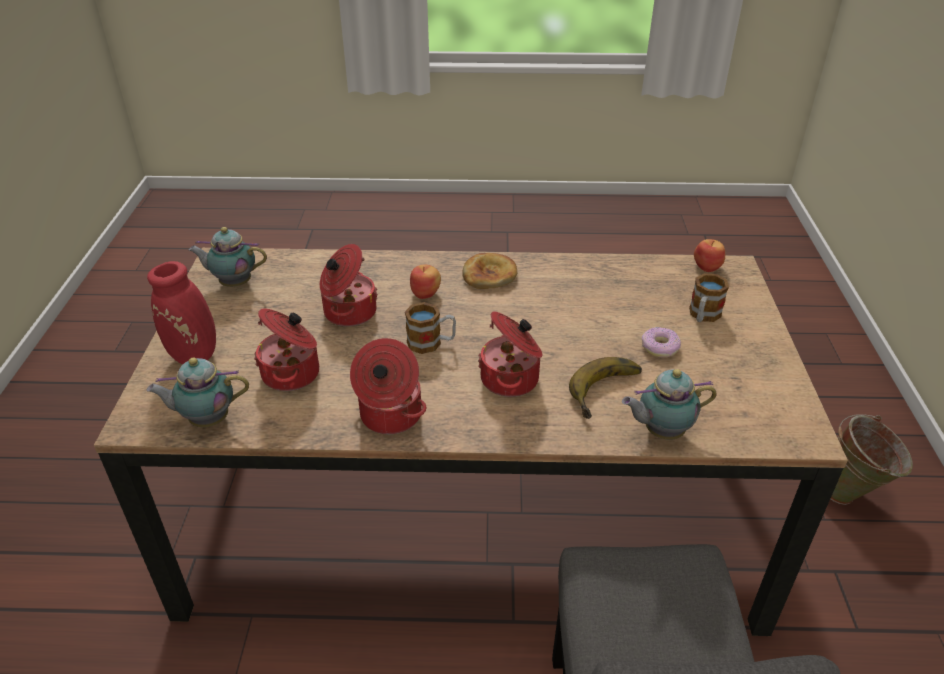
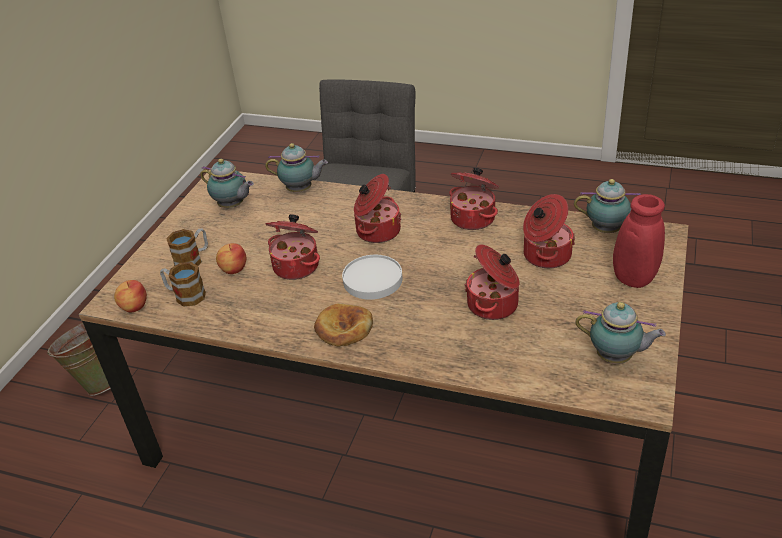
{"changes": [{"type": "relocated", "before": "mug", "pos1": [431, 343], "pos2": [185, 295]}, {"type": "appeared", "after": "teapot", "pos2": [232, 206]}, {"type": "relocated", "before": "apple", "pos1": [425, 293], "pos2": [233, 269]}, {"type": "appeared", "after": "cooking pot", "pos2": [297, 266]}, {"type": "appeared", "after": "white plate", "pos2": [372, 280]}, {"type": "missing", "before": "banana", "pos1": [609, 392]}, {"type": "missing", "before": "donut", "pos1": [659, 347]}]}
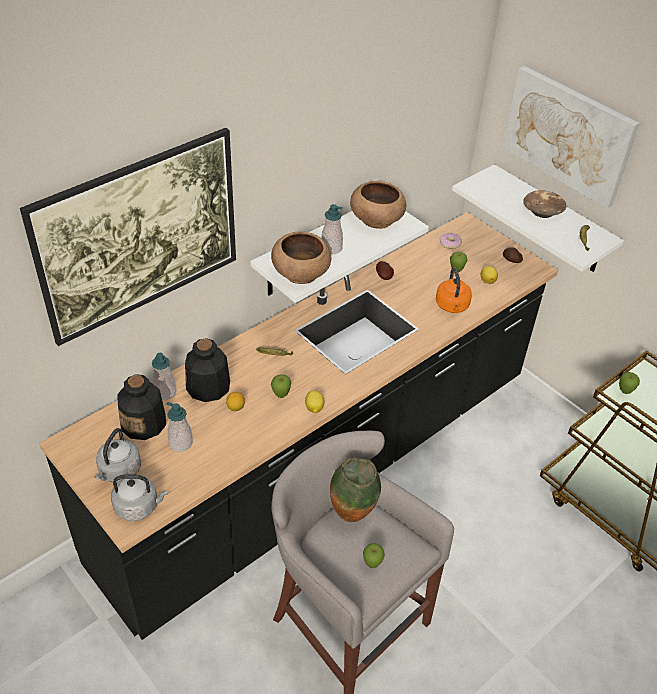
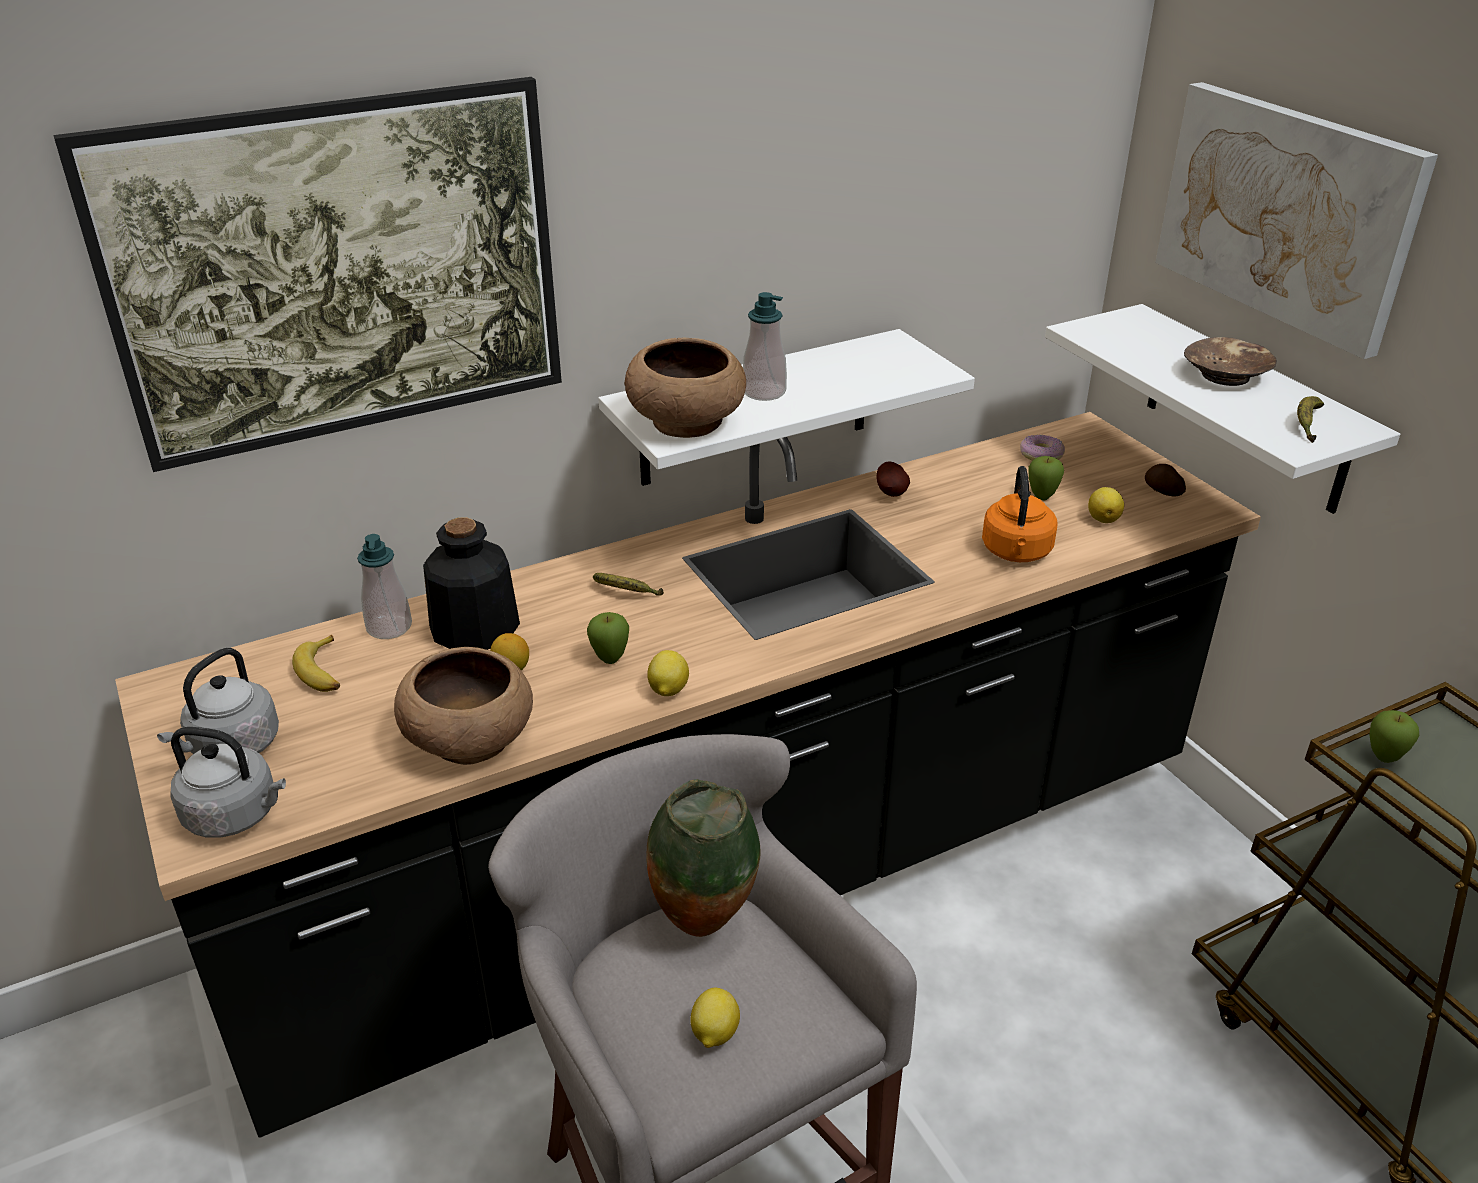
{"changes": [{"type": "exchanged", "before": "bottle", "after": "banana", "pos1": [144, 423], "pos2": [324, 672]}, {"type": "relocated", "before": "brown bowl", "pos1": [377, 219], "pos2": [470, 738]}, {"type": "exchanged", "before": "apple", "after": "lemon", "pos1": [372, 564], "pos2": [714, 1033]}, {"type": "missing", "before": "soap dispenser", "pos1": [180, 443]}]}
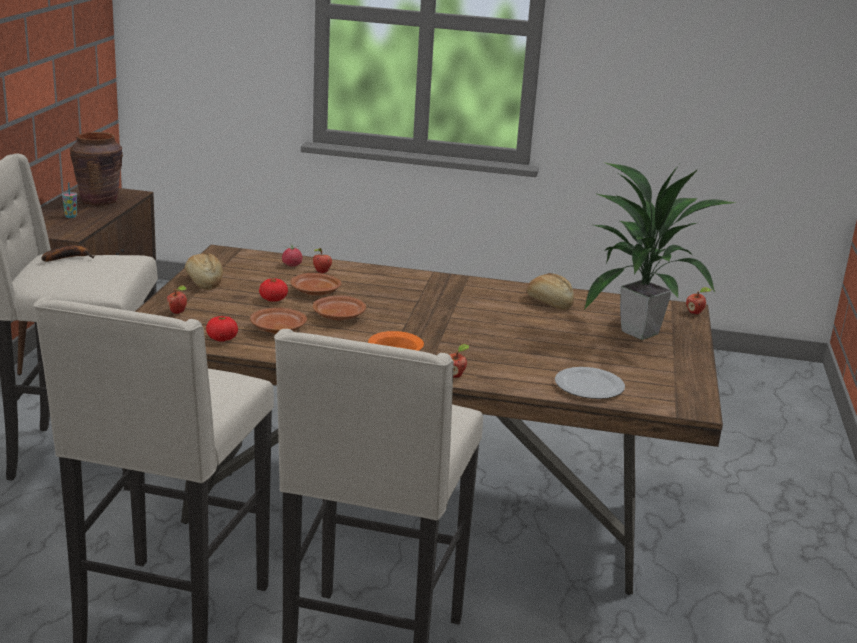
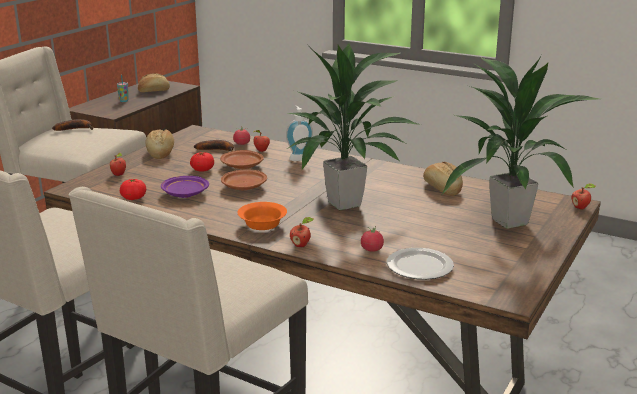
{"changes": [{"type": "exchanged", "before": "brown vase", "after": "bread", "pos1": [99, 201], "pos2": [153, 91]}, {"type": "colour", "before": "brown plate", "after": "purple plate", "pos1": [277, 329], "pos2": [184, 194]}, {"type": "appeared", "after": "banana", "pos2": [218, 150]}, {"type": "appeared", "after": "soap dispenser", "pos2": [299, 158]}, {"type": "appeared", "after": "potted plant", "pos2": [346, 203]}, {"type": "appeared", "after": "tomato", "pos2": [371, 249]}]}
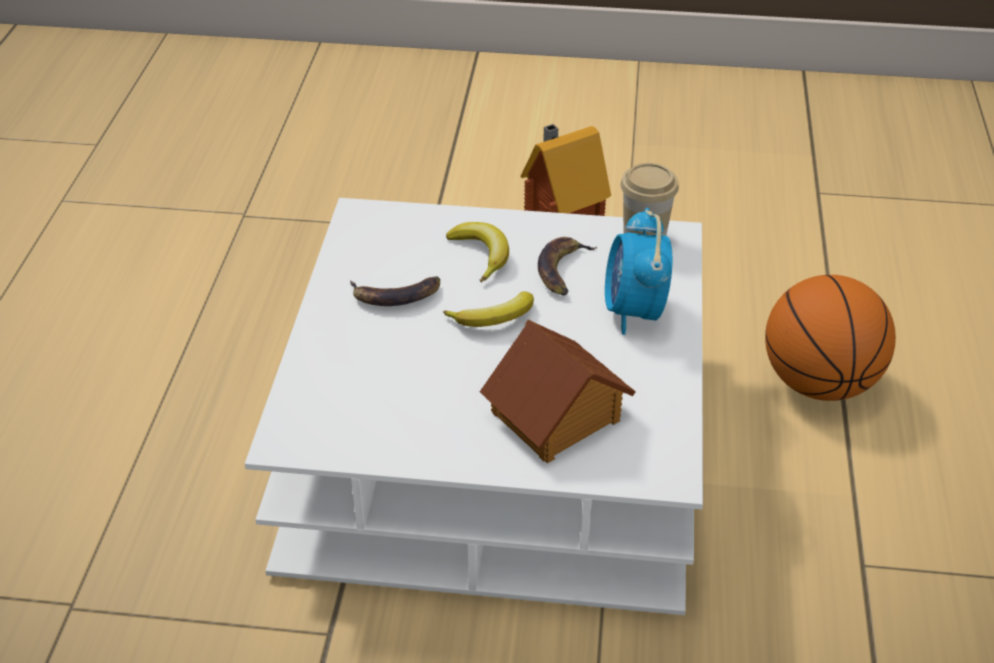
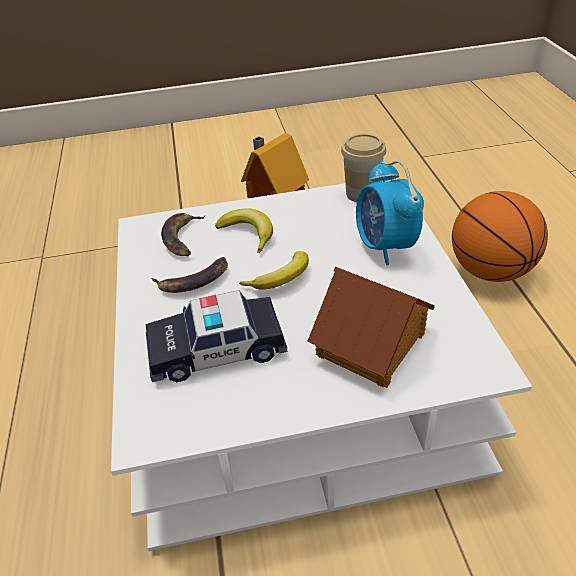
{"changes": [{"type": "appeared", "after": "toy car", "pos2": [216, 349]}, {"type": "relocated", "before": "banana", "pos1": [563, 270], "pos2": [183, 238]}]}
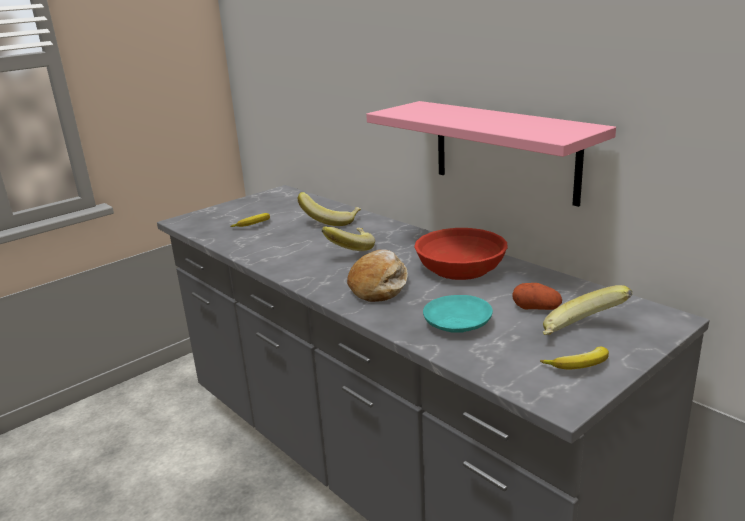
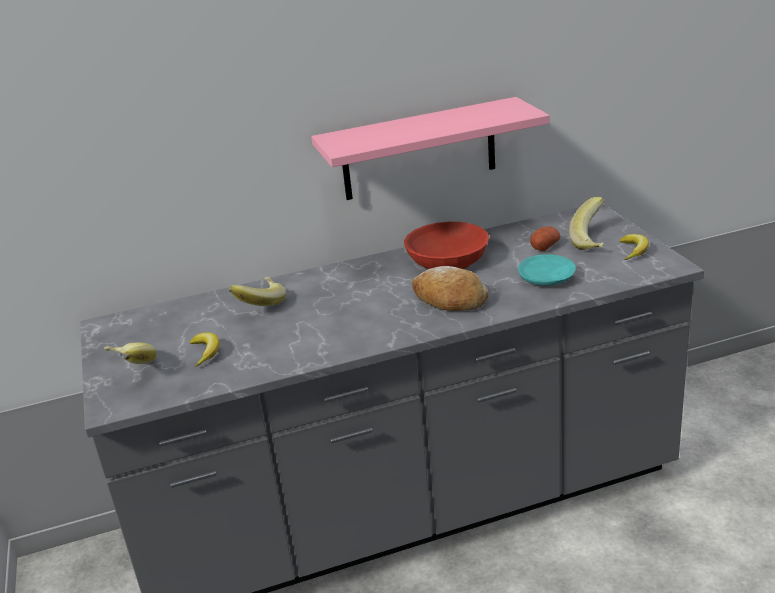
{"changes": [{"type": "relocated", "before": "banana", "pos1": [349, 250], "pos2": [129, 370]}]}
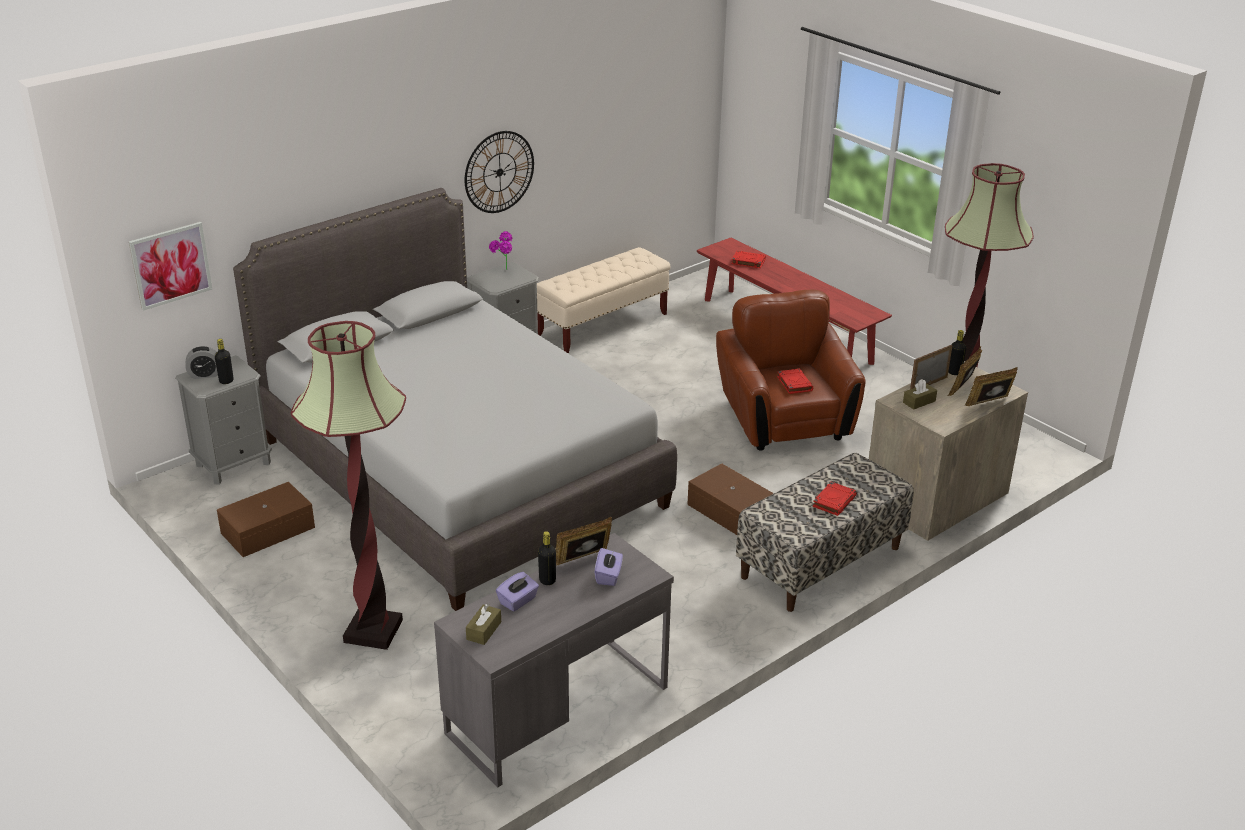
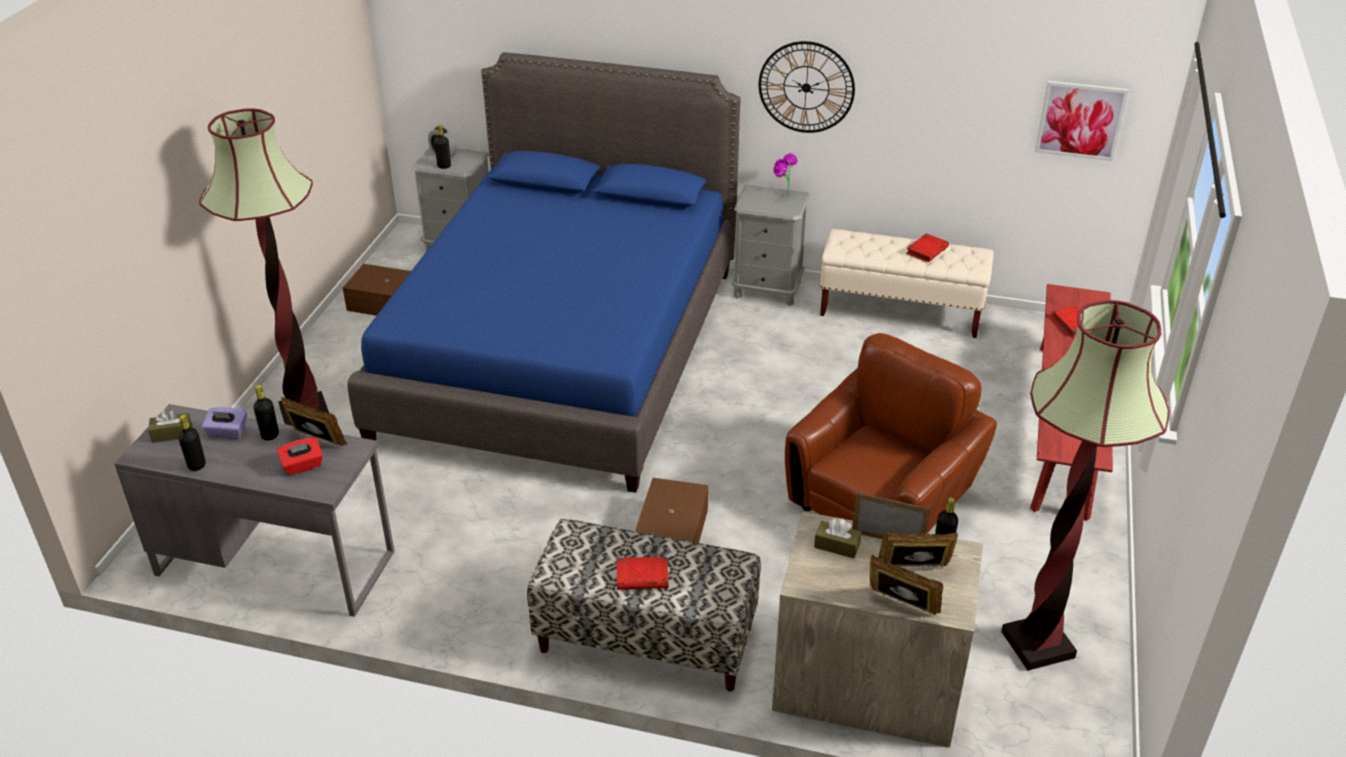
{"changes": [{"type": "appeared", "after": "black bottle", "pos2": [197, 465]}, {"type": "colour", "before": "purple tissue box", "after": "red tissue box", "pos1": [608, 576], "pos2": [303, 466]}, {"type": "colour", "before": "grey bed", "after": "blue bed", "pos1": [460, 472], "pos2": [563, 351]}, {"type": "relocated", "before": "red book", "pos1": [794, 383], "pos2": [927, 250]}, {"type": "relocated", "before": "picture", "pos1": [170, 265], "pos2": [1080, 120]}]}
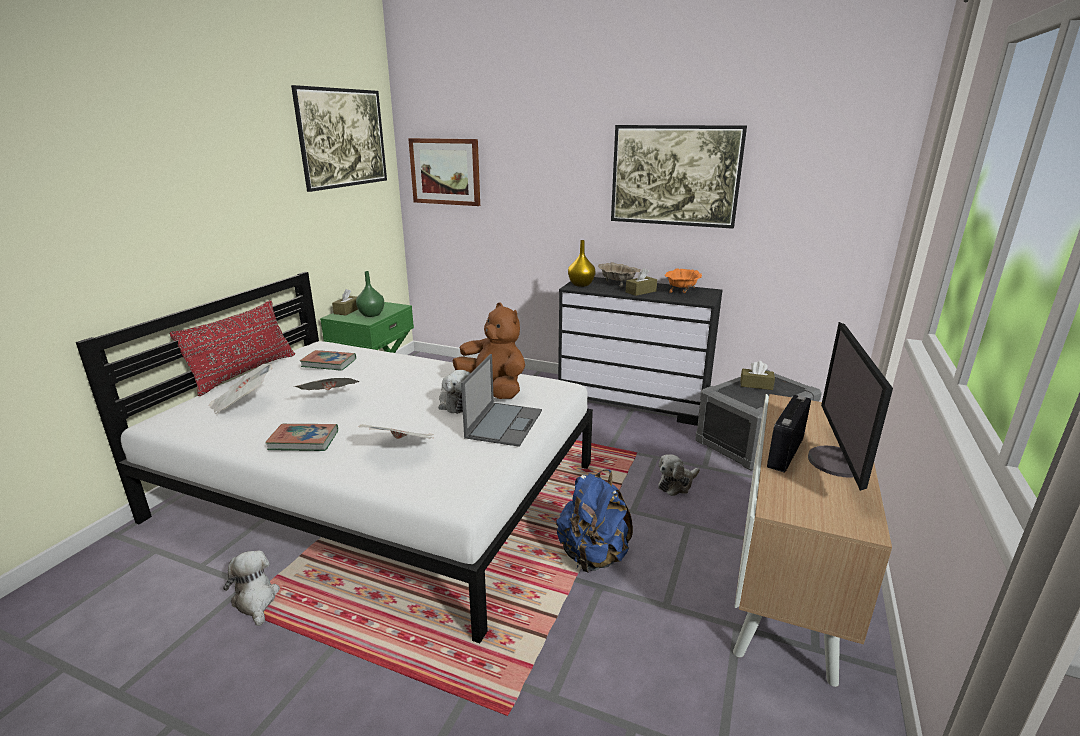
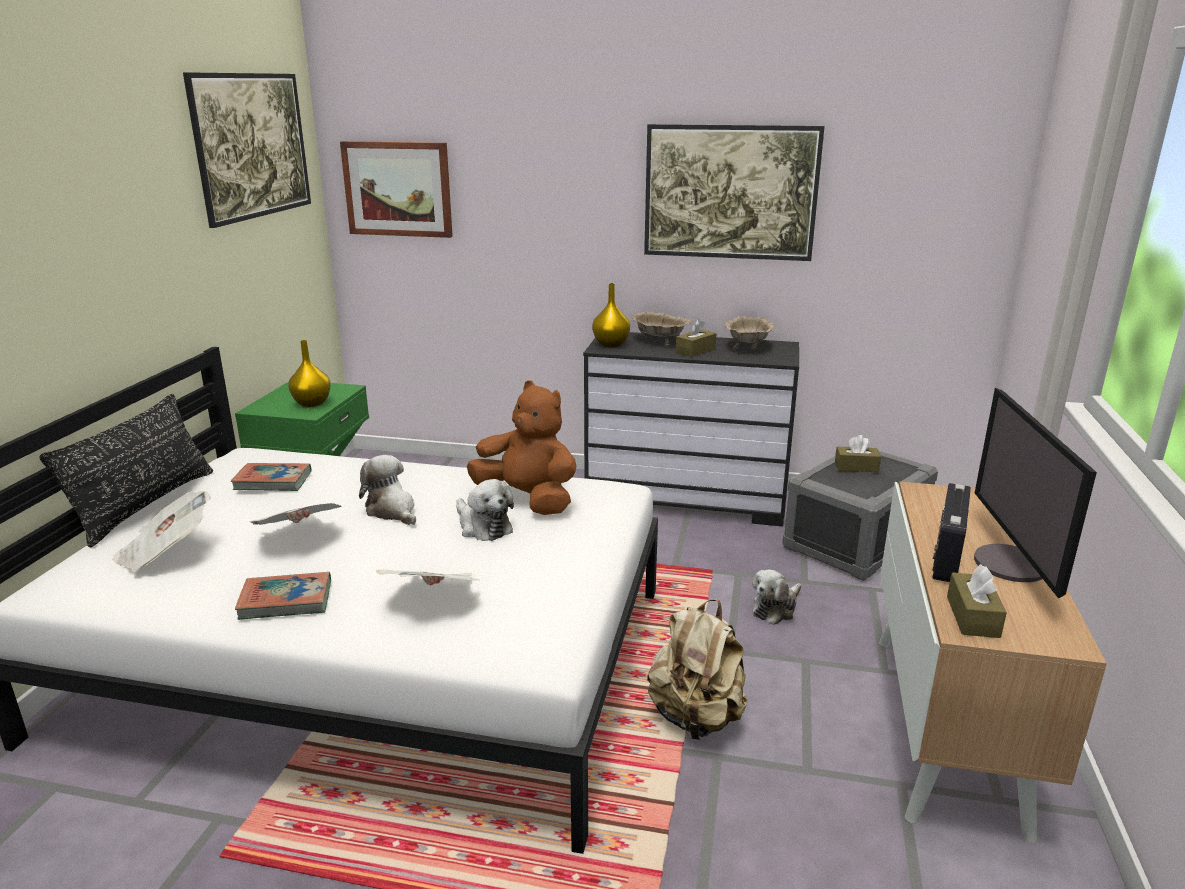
{"changes": [{"type": "colour", "before": "red pillow", "after": "black pillow", "pos1": [244, 373], "pos2": [146, 505]}, {"type": "colour", "before": "green vase", "after": "yellow vase", "pos1": [371, 315], "pos2": [312, 403]}, {"type": "relocated", "before": "plush toy", "pos1": [256, 600], "pos2": [392, 510]}, {"type": "colour", "before": "blue backpack", "after": "beige backpack", "pos1": [593, 557], "pos2": [697, 718]}, {"type": "colour", "before": "orange bowl", "after": "beige bowl", "pos1": [681, 291], "pos2": [748, 347]}, {"type": "relocated", "before": "brown tissue box", "pos1": [347, 311], "pos2": [972, 616]}, {"type": "missing", "before": "laptop", "pos1": [504, 423]}]}
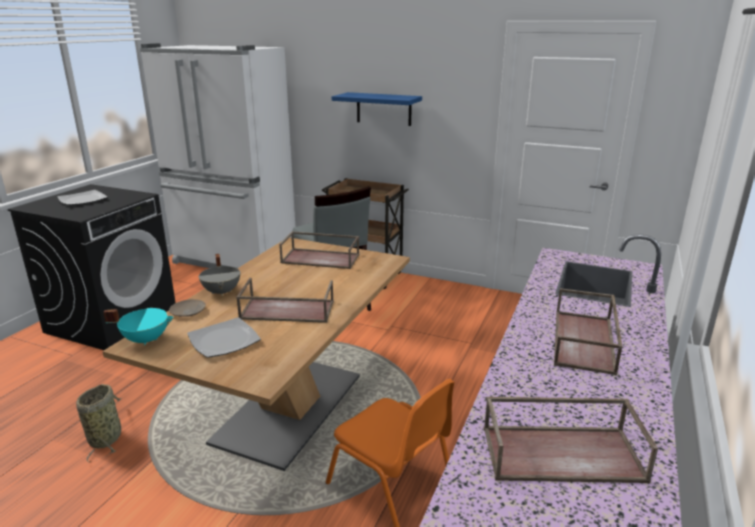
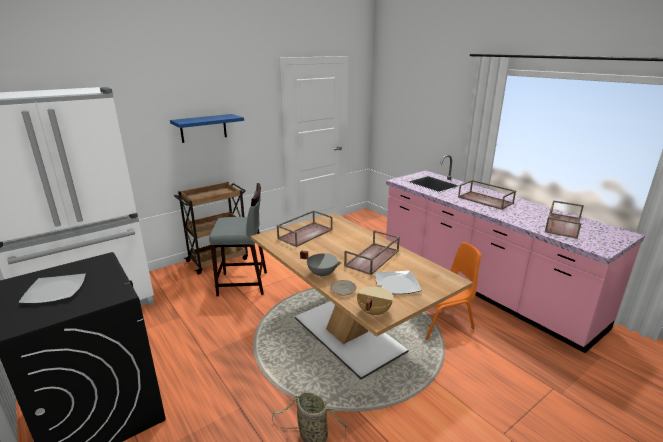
{"changes": [{"type": "colour", "before": "turquoise cooking pot", "after": "beige cooking pot", "pos1": [146, 339], "pos2": [373, 312]}]}
